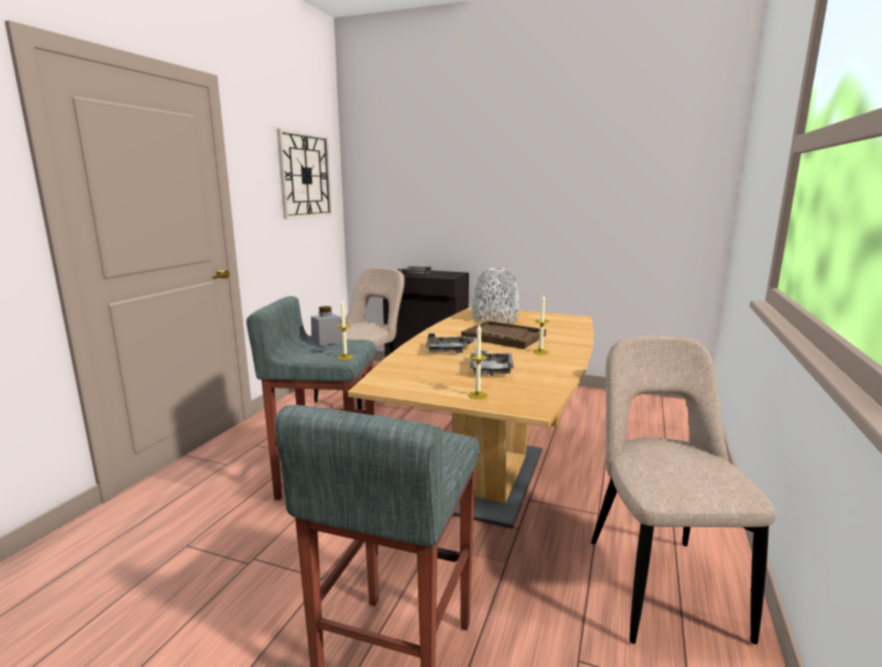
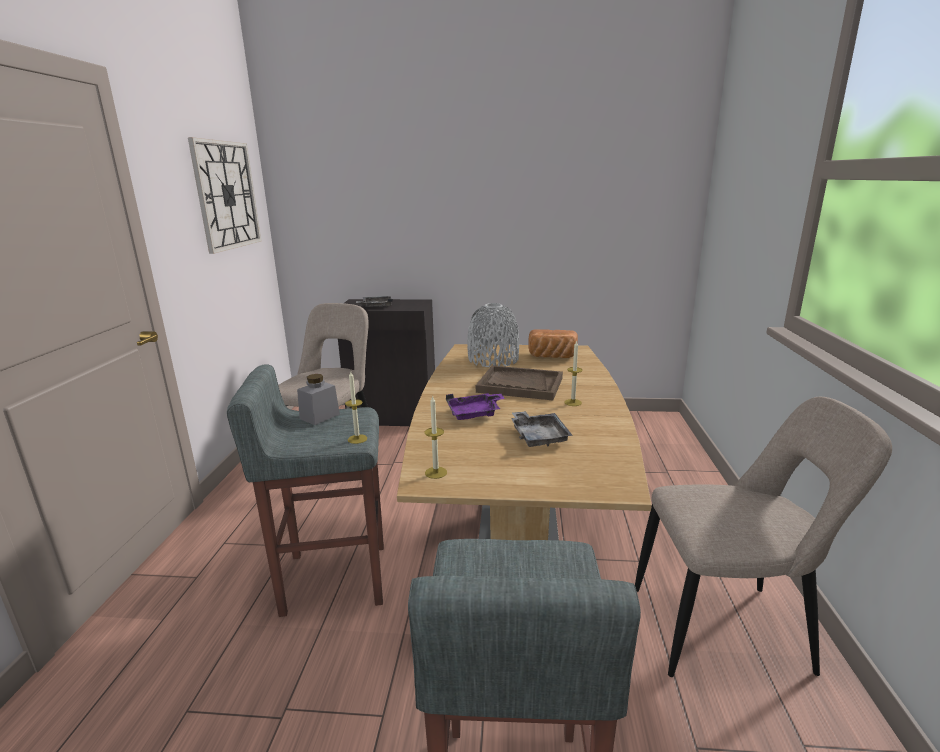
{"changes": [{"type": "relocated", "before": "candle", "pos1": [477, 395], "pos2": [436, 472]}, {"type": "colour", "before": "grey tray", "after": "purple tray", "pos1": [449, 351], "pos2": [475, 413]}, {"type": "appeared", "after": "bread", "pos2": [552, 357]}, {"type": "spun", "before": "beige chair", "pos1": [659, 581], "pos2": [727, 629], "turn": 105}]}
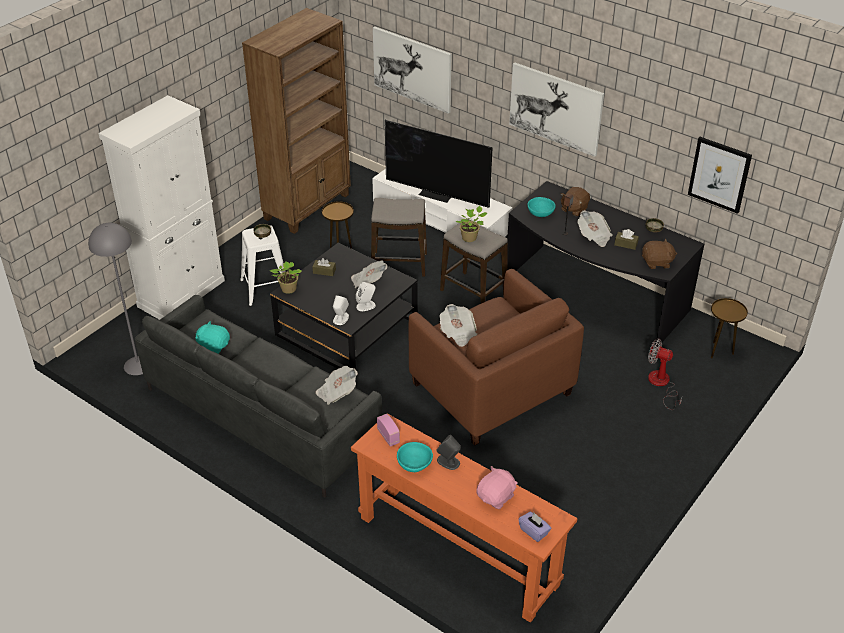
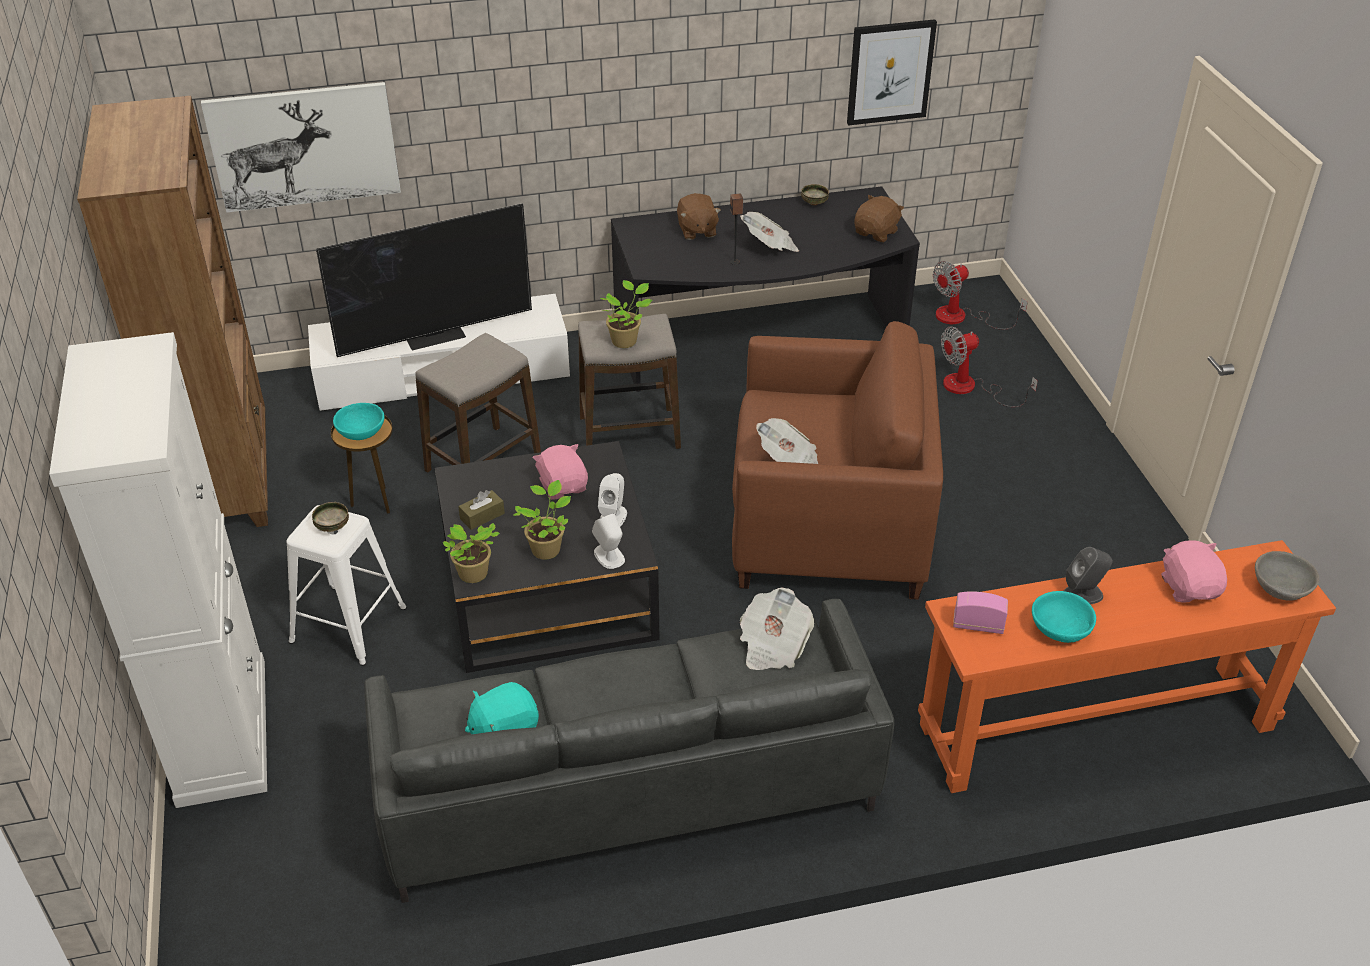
{"changes": [{"type": "relocated", "before": "turquoise bowl", "pos1": [541, 213], "pos2": [361, 432]}, {"type": "appeared", "after": "potted plant", "pos2": [547, 548]}, {"type": "exchanged", "before": "newspaper", "after": "pink plush toy", "pos1": [368, 281], "pos2": [563, 486]}, {"type": "exchanged", "before": "brown side table", "after": "fan", "pos1": [719, 351], "pos2": [962, 317]}, {"type": "exchanged", "before": "purple tissue box", "after": "grey bowl", "pos1": [534, 531], "pos2": [1280, 589]}, {"type": "missing", "before": "grey floor lamp", "pos1": [137, 365]}, {"type": "missing", "before": "picture", "pos1": [555, 108]}, {"type": "missing", "before": "brown tissue box", "pos1": [626, 244]}]}
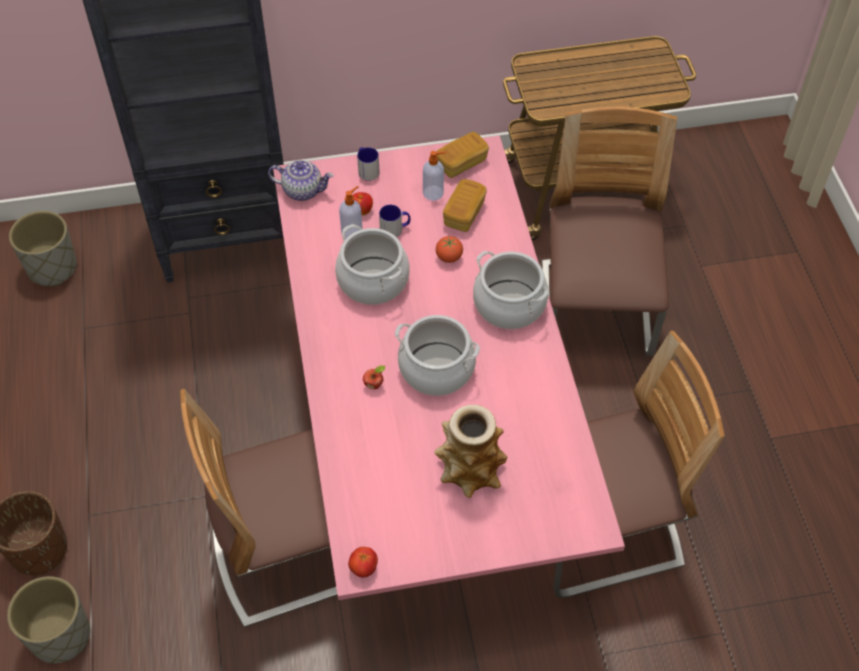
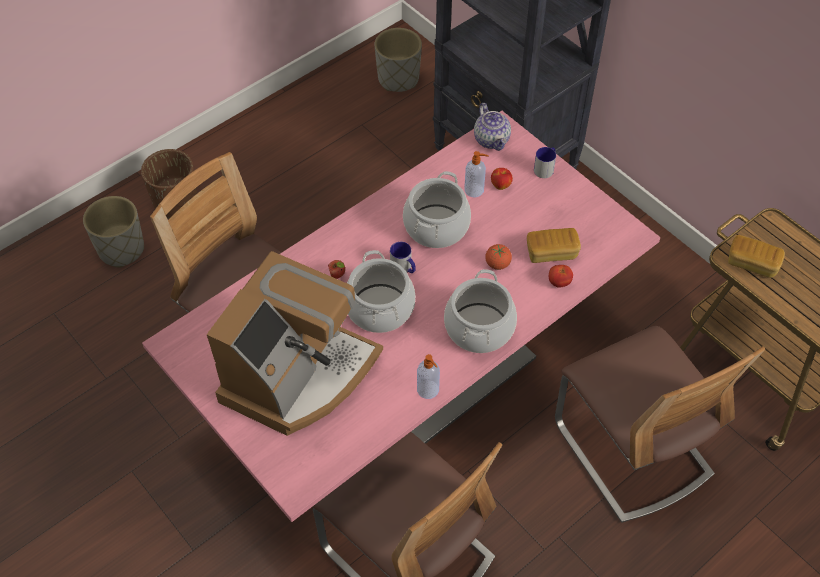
{"changes": [{"type": "exchanged", "before": "vase", "after": "coffee machine", "pos1": [470, 469], "pos2": [299, 374]}, {"type": "relocated", "before": "mug", "pos1": [395, 229], "pos2": [403, 268]}, {"type": "relocated", "before": "soap dispenser", "pos1": [434, 193], "pos2": [428, 390]}, {"type": "relocated", "before": "tomato", "pos1": [363, 568], "pos2": [559, 282]}, {"type": "spun", "before": "chair", "pos1": [595, 311], "pos2": [632, 449], "turn": 90}, {"type": "relocated", "before": "bread", "pos1": [461, 163], "pos2": [752, 264]}]}
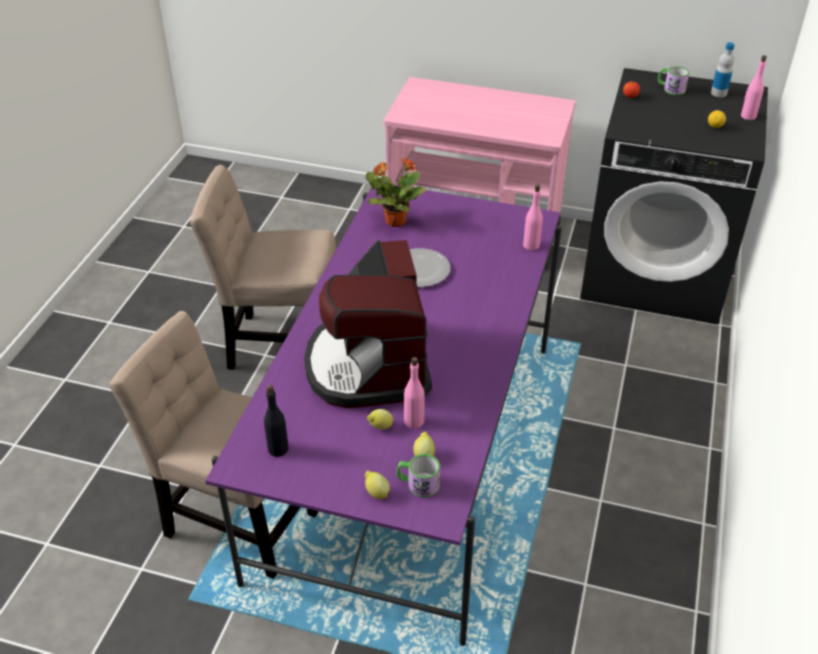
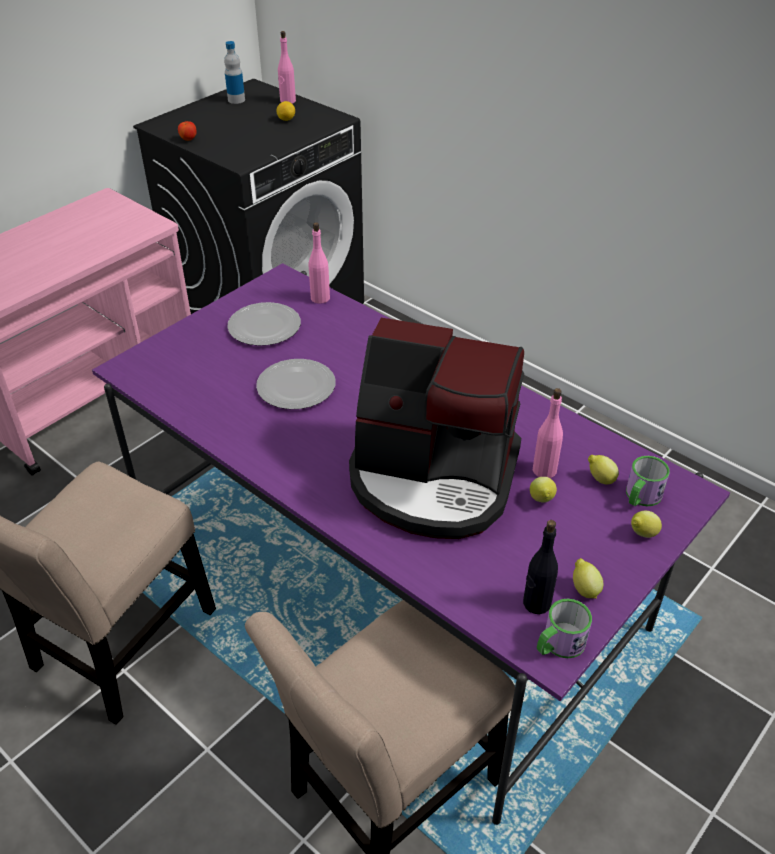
{"changes": [{"type": "appeared", "after": "plate", "pos2": [265, 326]}, {"type": "relocated", "before": "mug", "pos1": [670, 89], "pos2": [558, 644]}, {"type": "appeared", "after": "lemon", "pos2": [584, 589]}, {"type": "missing", "before": "potted plant", "pos1": [394, 221]}]}
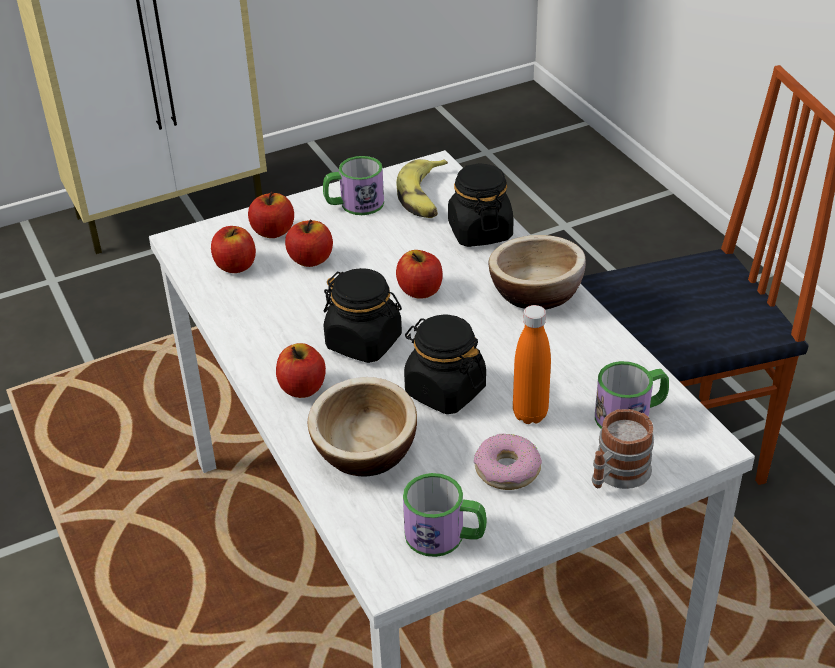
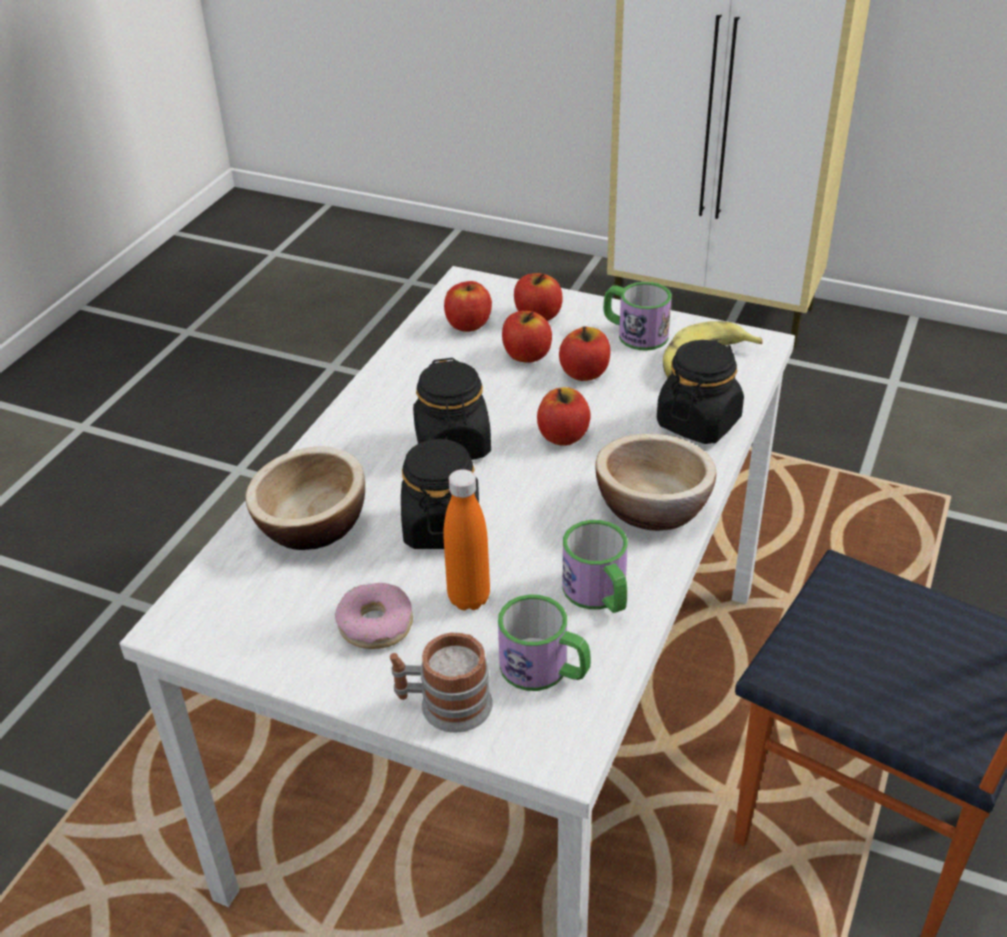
{"changes": [{"type": "relocated", "before": "apple", "pos1": [302, 388], "pos2": [584, 373]}, {"type": "relocated", "before": "mug", "pos1": [445, 536], "pos2": [599, 595]}]}
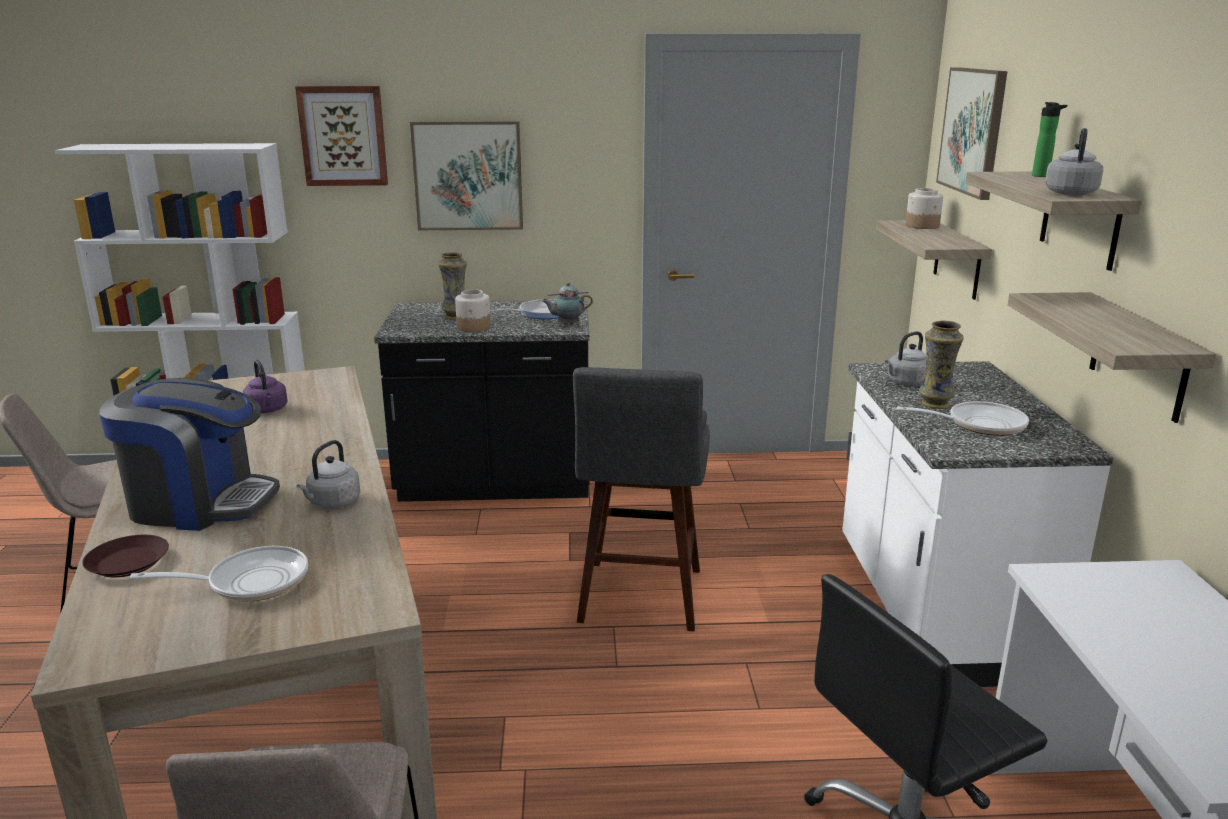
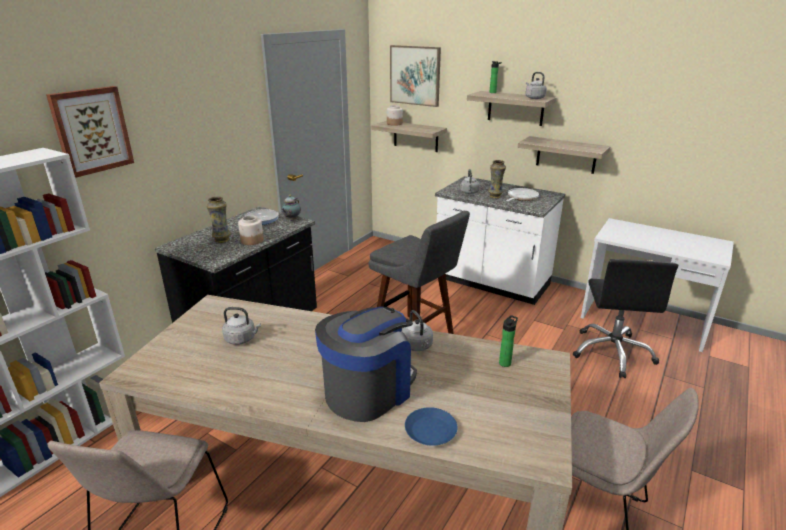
{"changes": [{"type": "colour", "before": "purple kettle", "after": "grey kettle", "pos1": [267, 410], "pos2": [242, 339]}, {"type": "colour", "before": "brown plate", "after": "blue plate", "pos1": [129, 562], "pos2": [430, 430]}, {"type": "appeared", "after": "bottle", "pos2": [505, 362]}, {"type": "missing", "before": "frying pan", "pos1": [250, 582]}, {"type": "missing", "before": "picture", "pos1": [468, 175]}]}
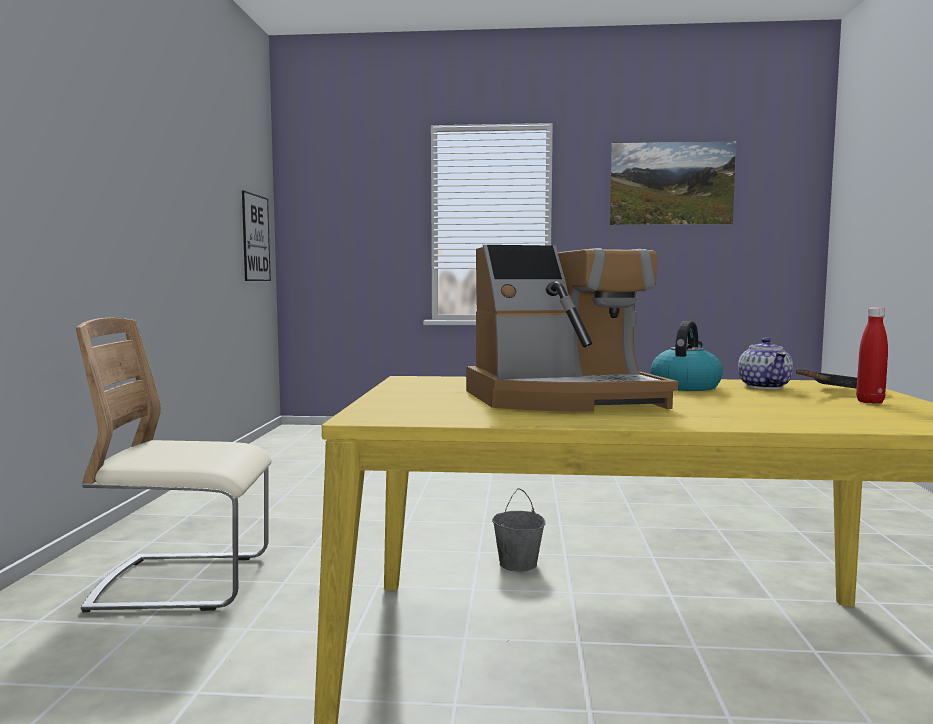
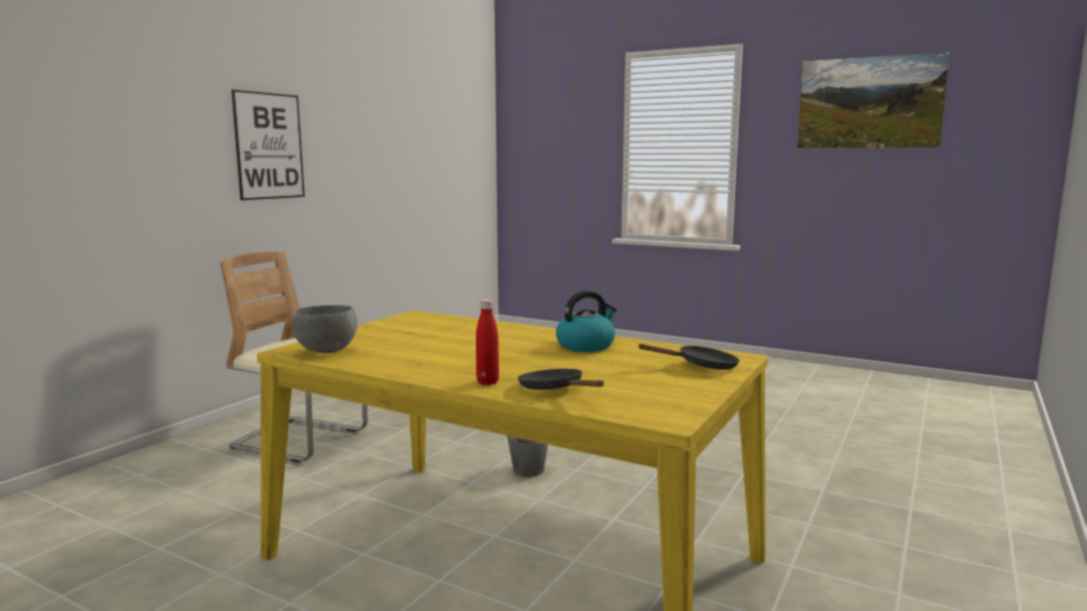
{"changes": [{"type": "relocated", "before": "picture", "pos1": [256, 238], "pos2": [269, 146]}, {"type": "appeared", "after": "grey bowl", "pos2": [326, 351]}, {"type": "relocated", "before": "red bottle", "pos1": [870, 402], "pos2": [487, 382]}, {"type": "appeared", "after": "black frying pan", "pos2": [555, 390]}, {"type": "missing", "before": "coffee machine", "pos1": [564, 398]}, {"type": "missing", "before": "teapot", "pos1": [764, 386]}]}
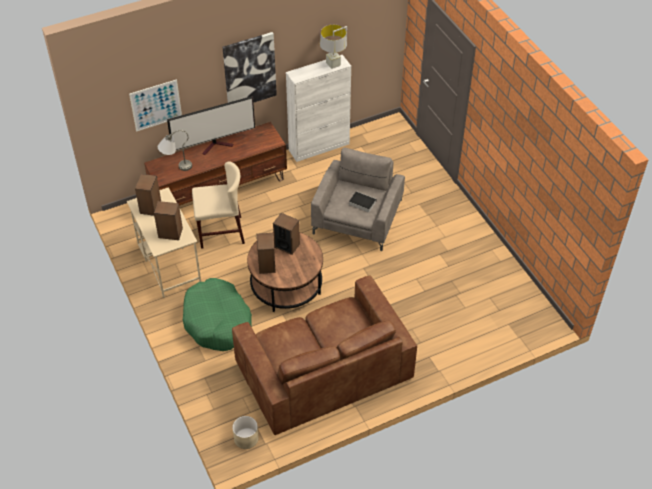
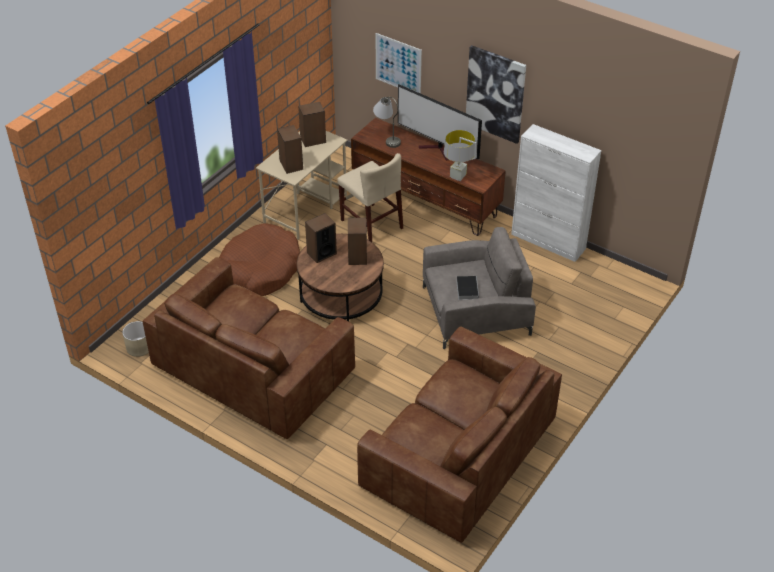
{"changes": [{"type": "colour", "before": "green dog bed", "after": "brown dog bed", "pos1": [218, 322], "pos2": [260, 270]}, {"type": "appeared", "after": "brown sofa", "pos2": [459, 454]}, {"type": "relocated", "before": "grey table lamp", "pos1": [333, 65], "pos2": [458, 176]}]}
